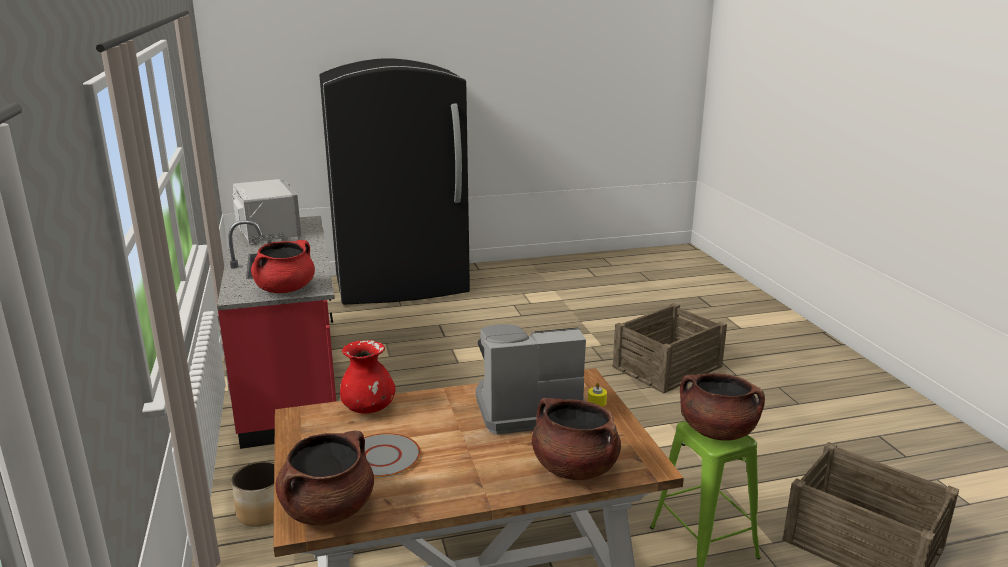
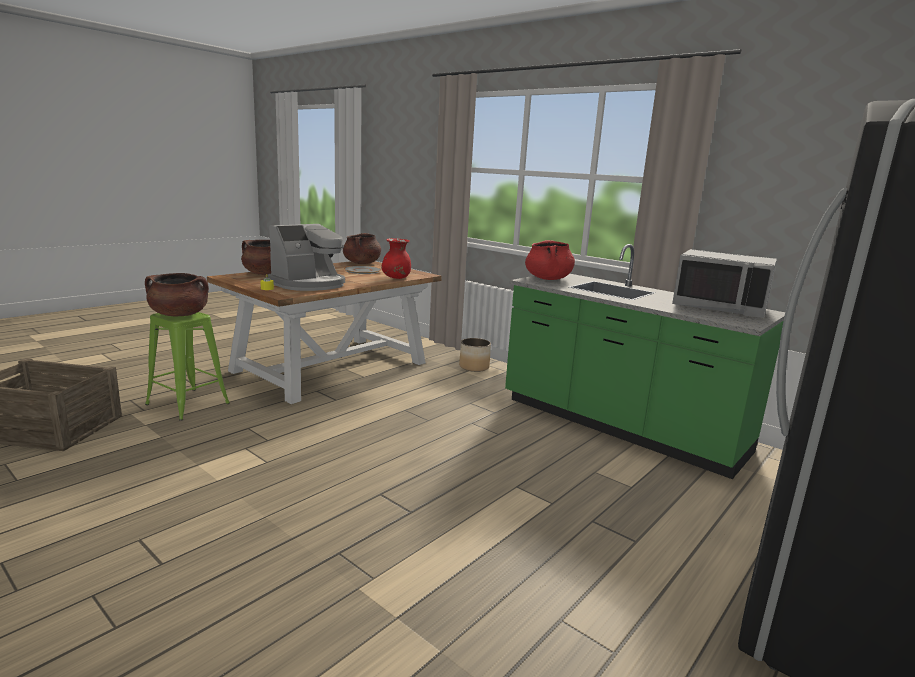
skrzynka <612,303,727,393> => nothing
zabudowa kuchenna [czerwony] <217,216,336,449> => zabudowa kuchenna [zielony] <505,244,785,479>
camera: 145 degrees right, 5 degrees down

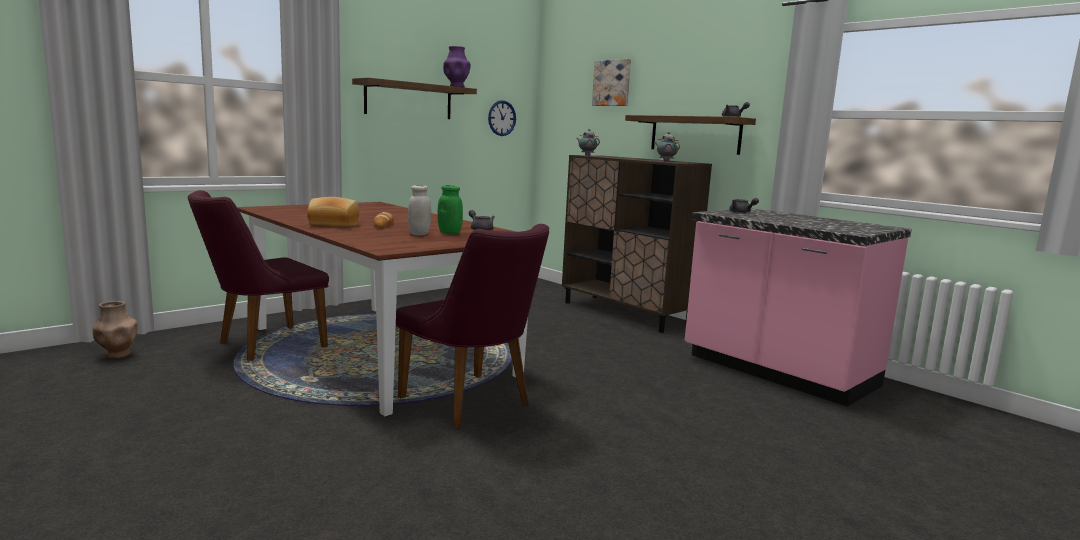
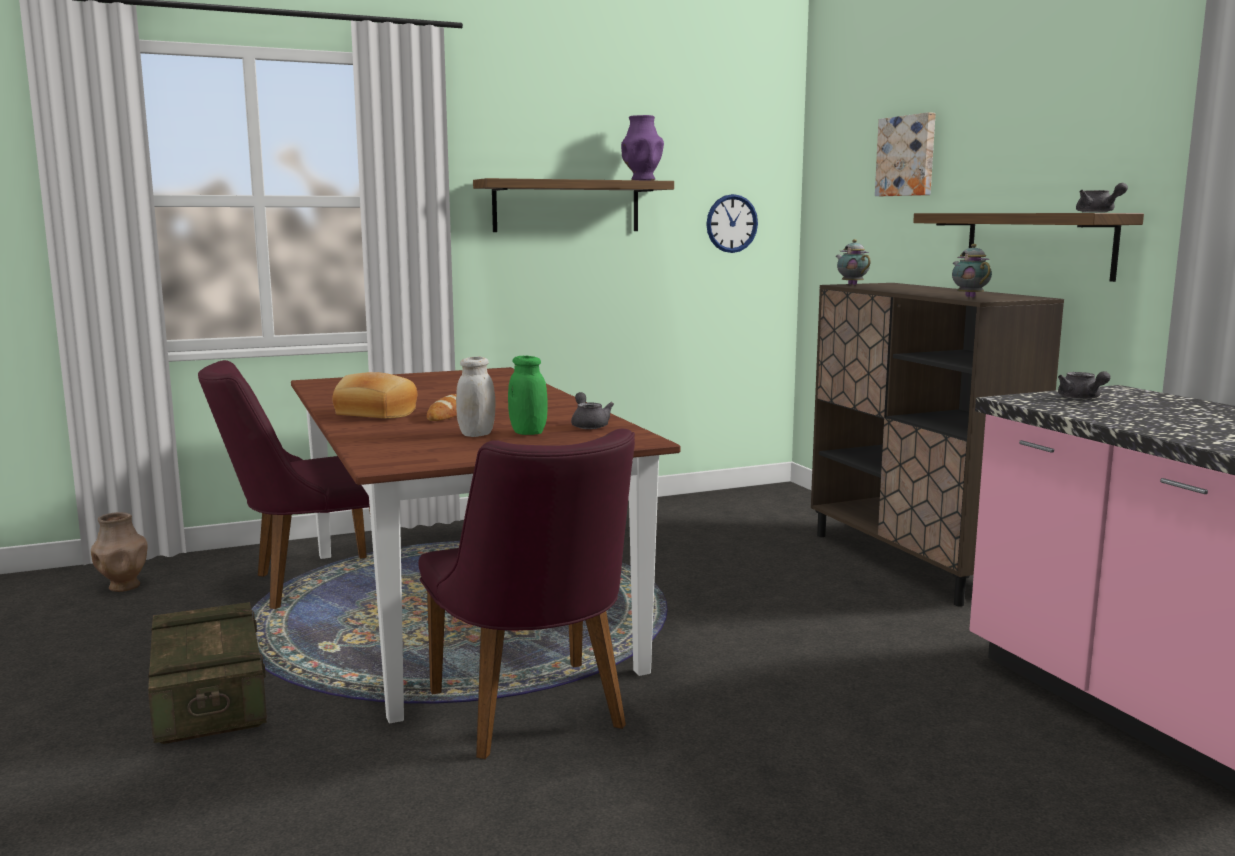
nothing => skrzynka <148,602,267,744>
camera: 20 degrees right, 0 degrees up

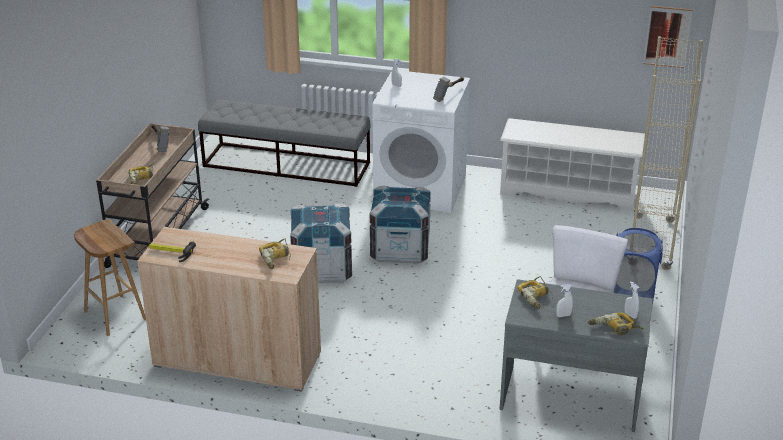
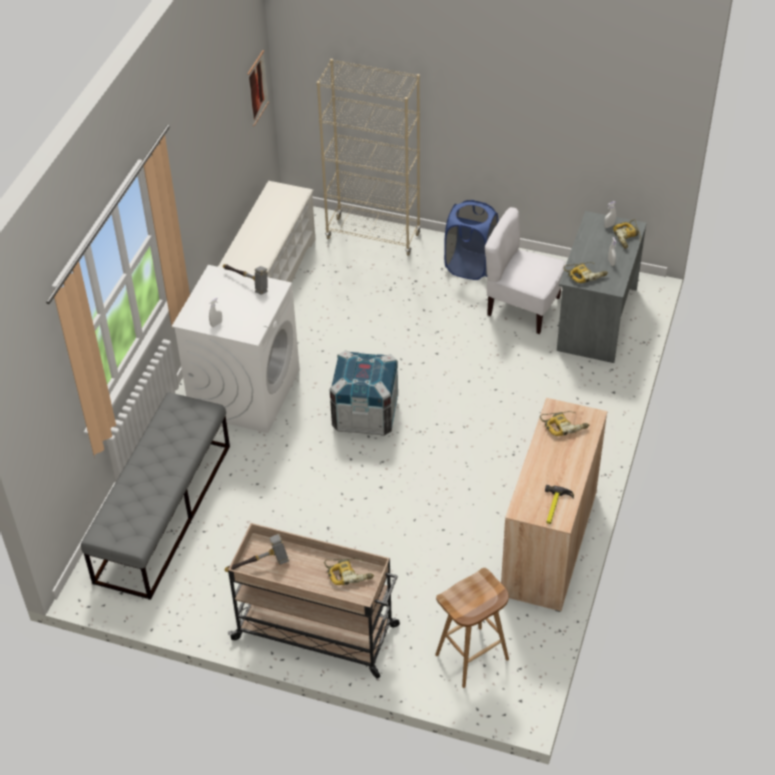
skrzynka <290,204,352,283> => nothing
camera: 85 degrees left, 15 degrees up

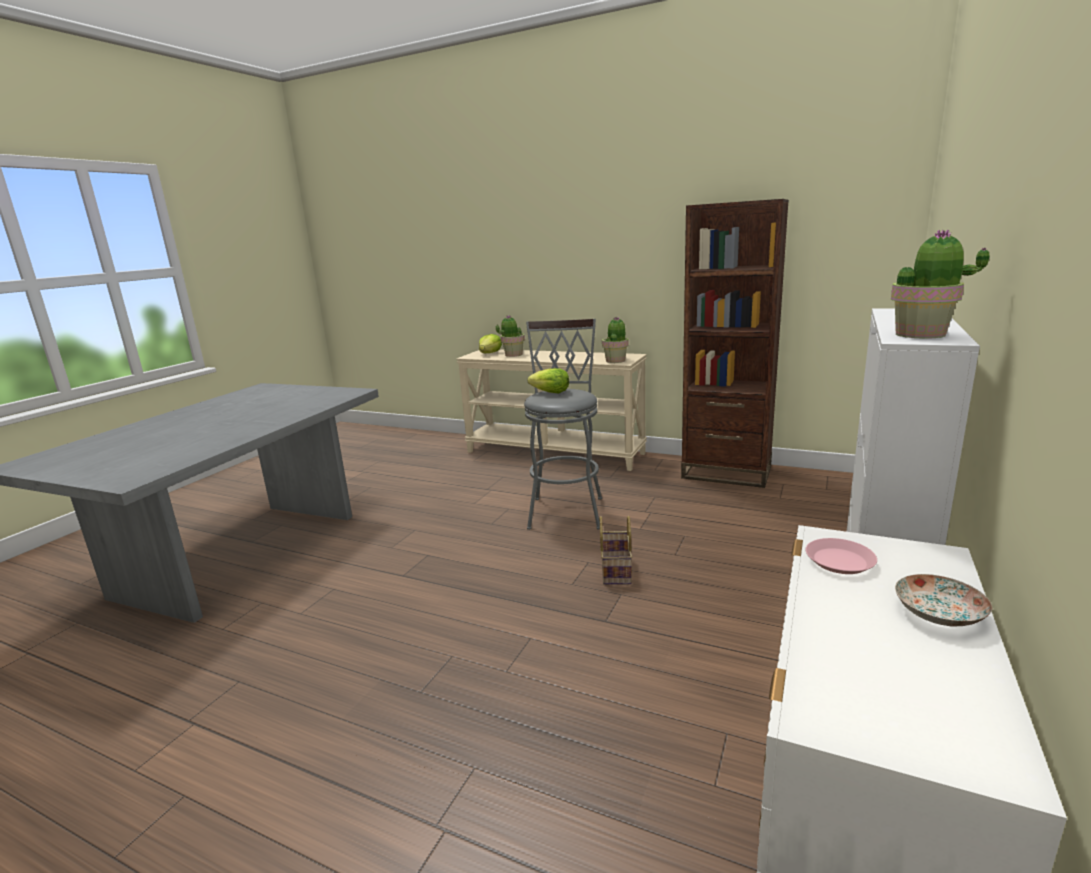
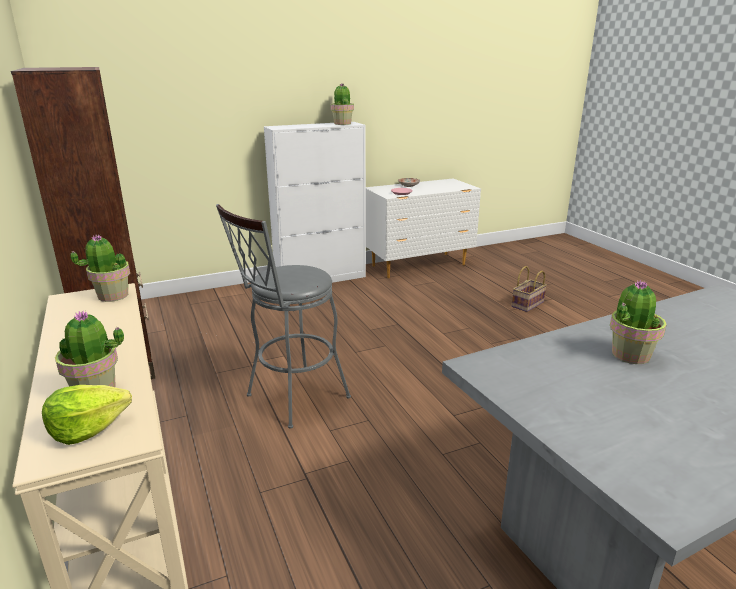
sałata <528,368,569,394> => nothing
nothing => roślina doniczkowa <610,280,667,364>
koszyk <600,516,632,585> => koszyk <512,266,547,312>, move
camera: 140 degrees left, 5 degrees up

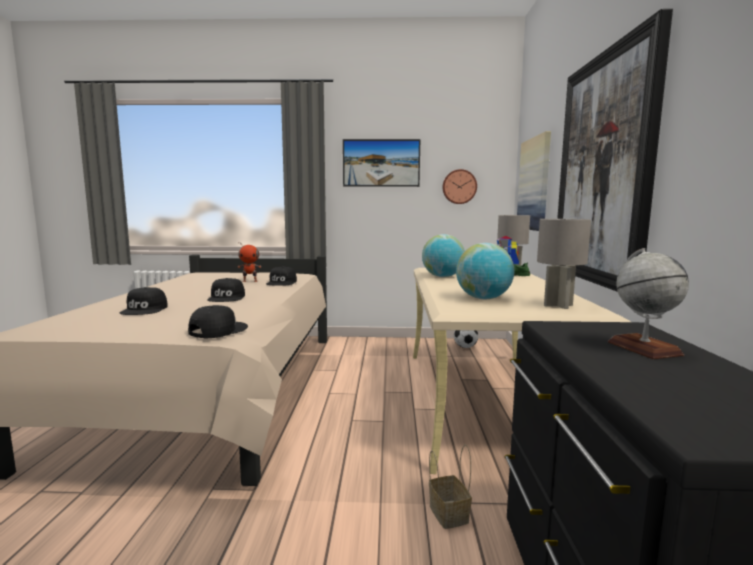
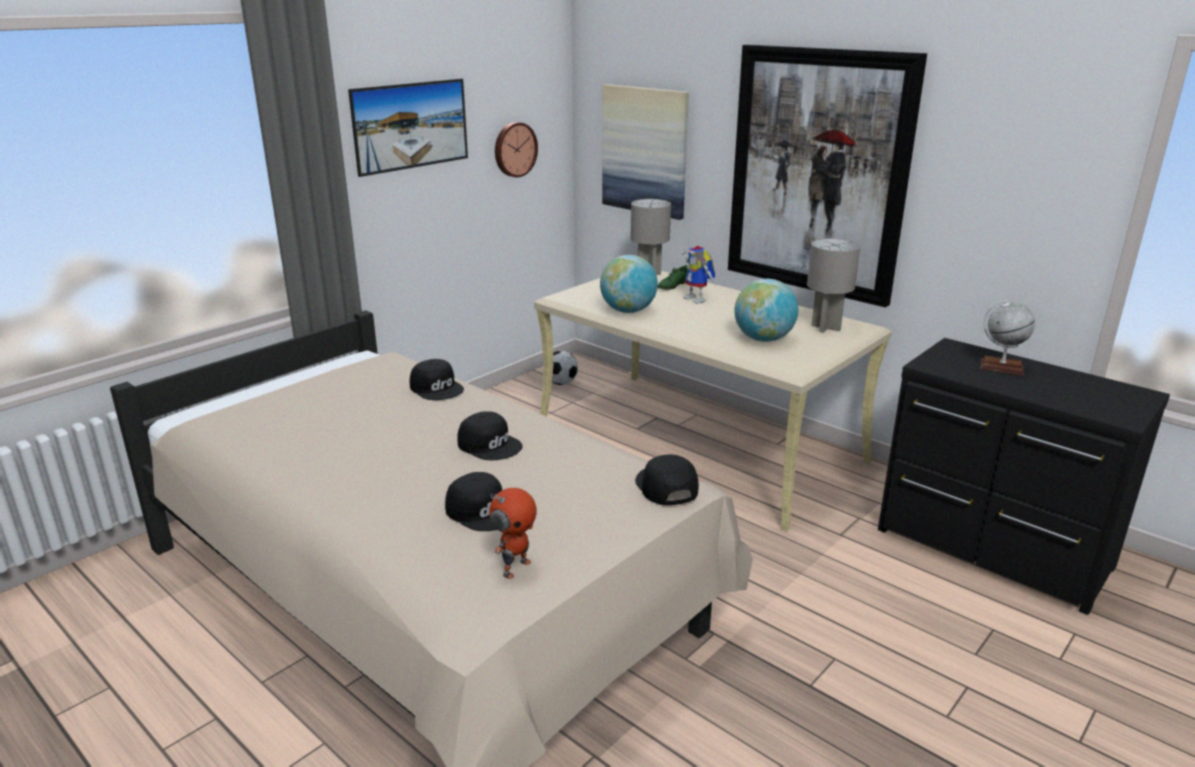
koszyk <429,445,472,529> => nothing
robot zabawkowy <238,242,261,282> => robot zabawkowy <489,488,537,579>, move
camera: 50 degrees left, 15 degrees up

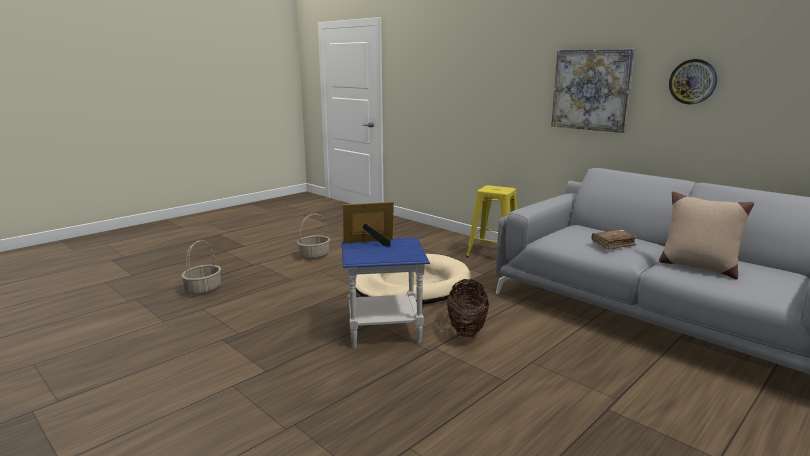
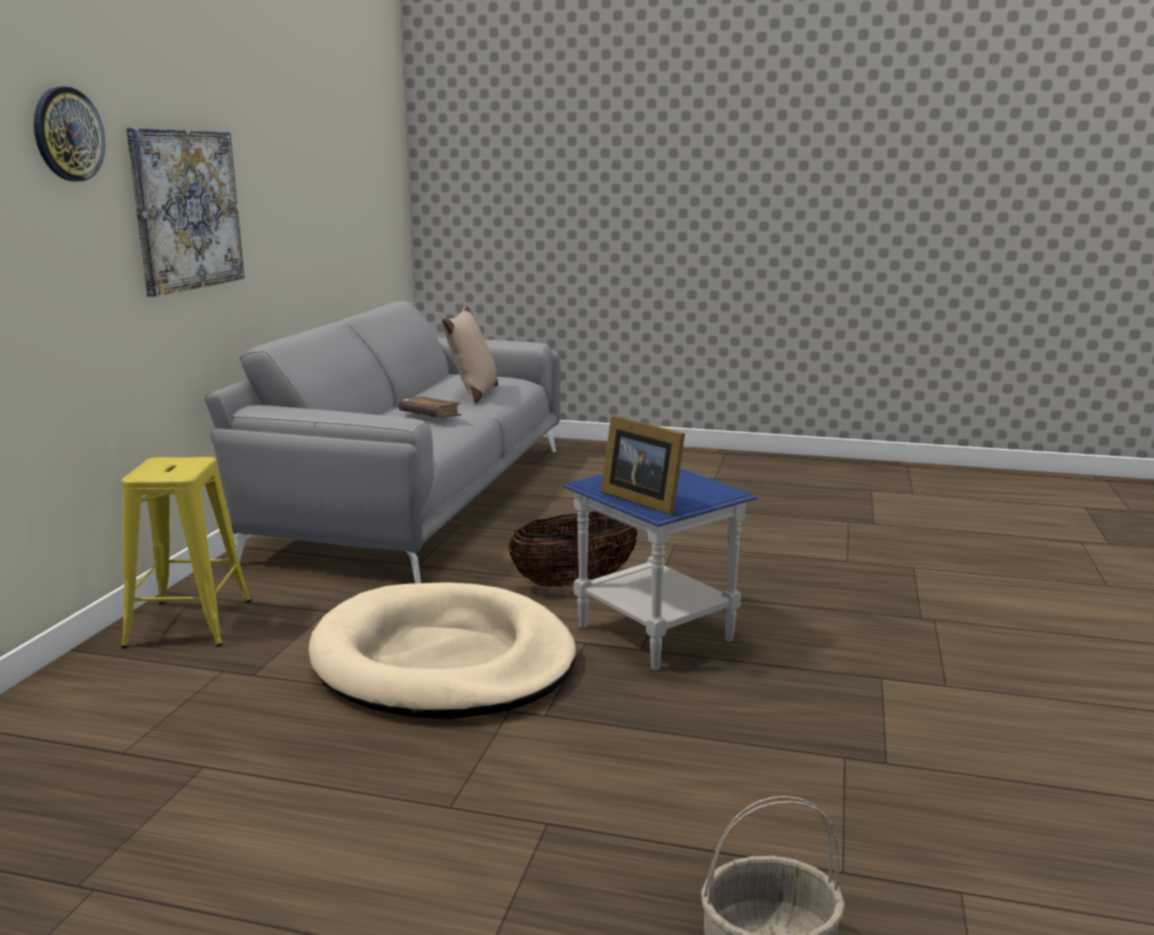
koszyk <297,213,330,260> => nothing
zegar ścienny <669,59,717,104> => zegar ścienny <34,87,105,181>, move
camera: 120 degrees left, 0 degrees up

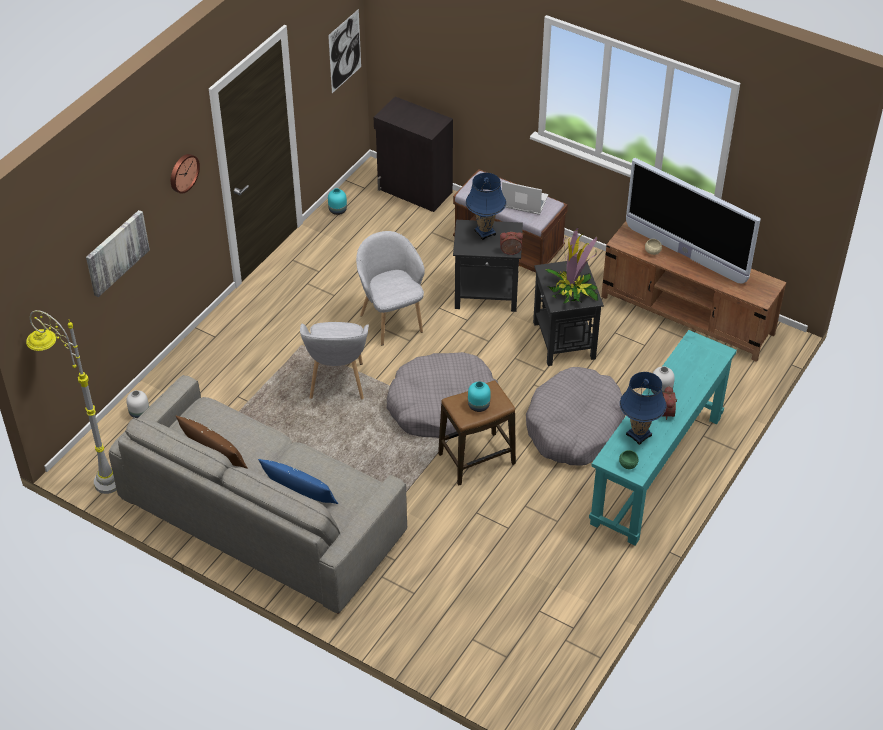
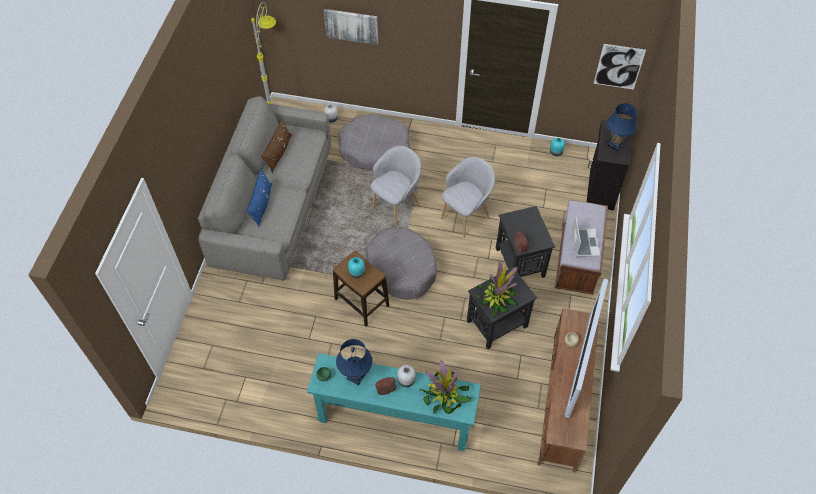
zegar ścienny <171,154,200,194> => nothing
nothing => roślina doniczkowa <420,360,472,414>
lampa stołowa [niebieski] <466,173,506,240> => lampa stołowa [niebieski] <607,103,637,151>, move
legowisko [szary] <526,367,625,466> => legowisko [szary] <338,114,410,170>, move
fotel [szary] <300,322,369,399> => fotel [szary] <371,146,421,225>, 150 degrees clockwise
camera: 70 degrees right, 10 degrees up

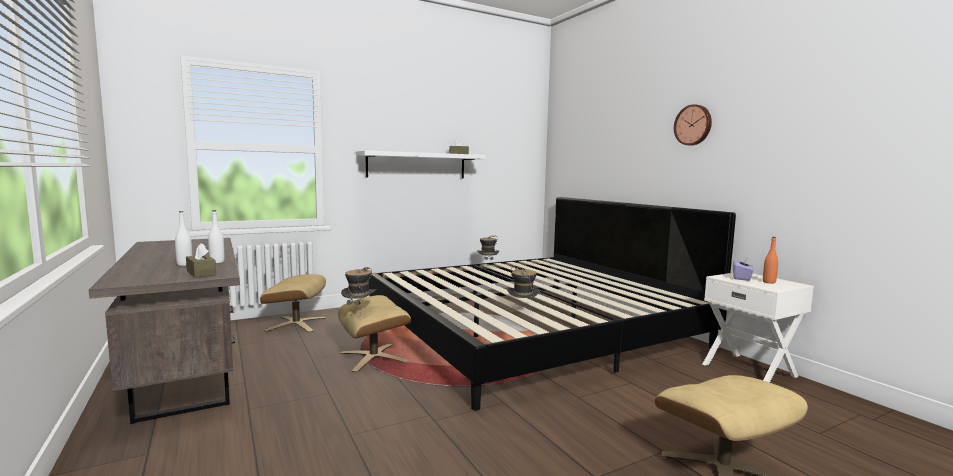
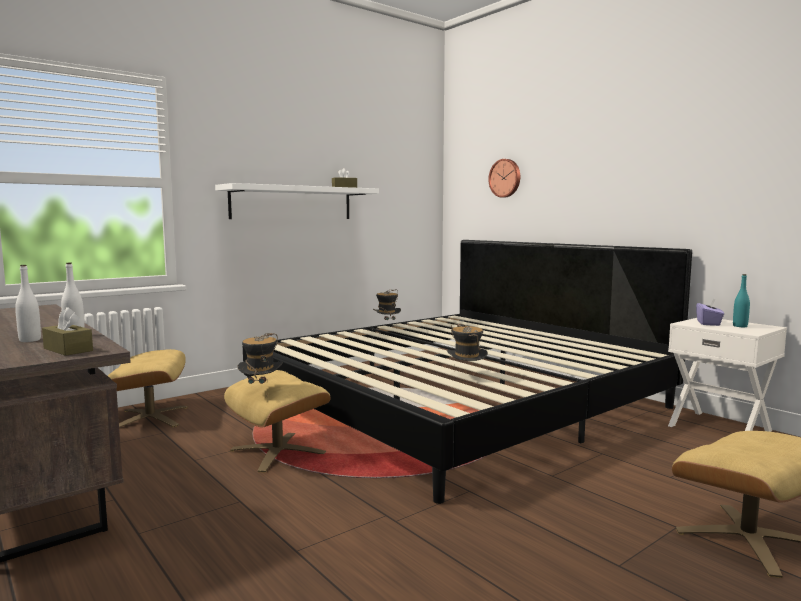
zegar ścienny <674,104,712,145> => zegar ścienny <488,159,520,198>, move
butelka [pomarańczowy] <763,237,778,284> => butelka [turkusowy] <733,274,750,327>
camera: 10 degrees left, 0 degrees up

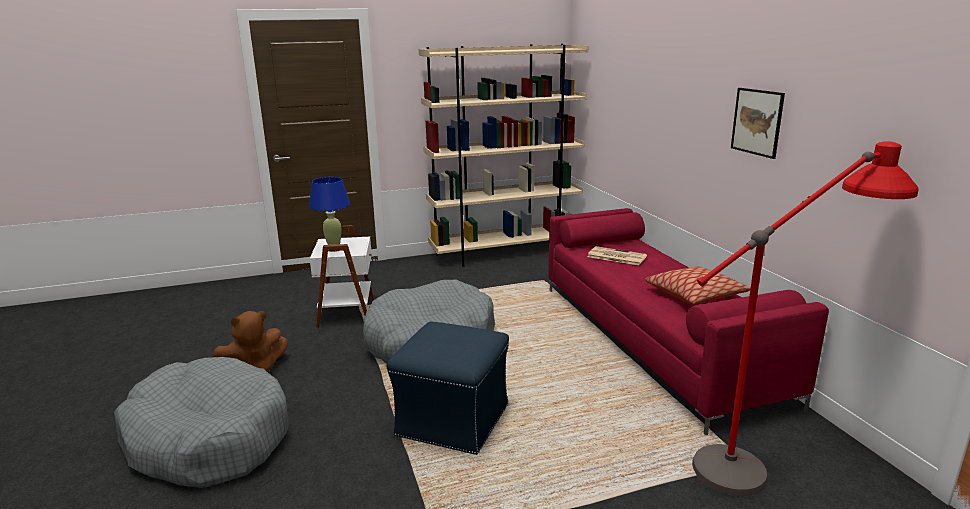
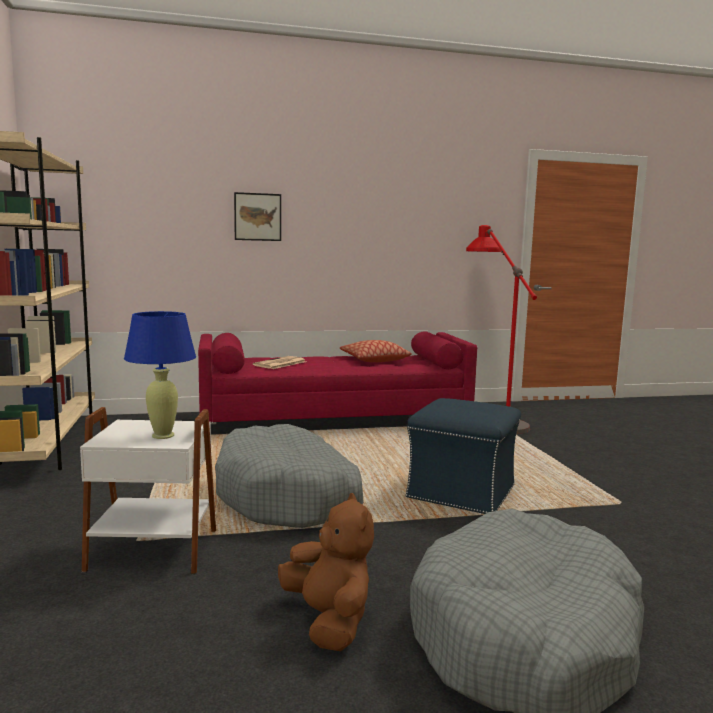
obraz <731,88,785,159> => obraz <234,192,281,241>, move
camera: 85 degrees left, 10 degrees down

